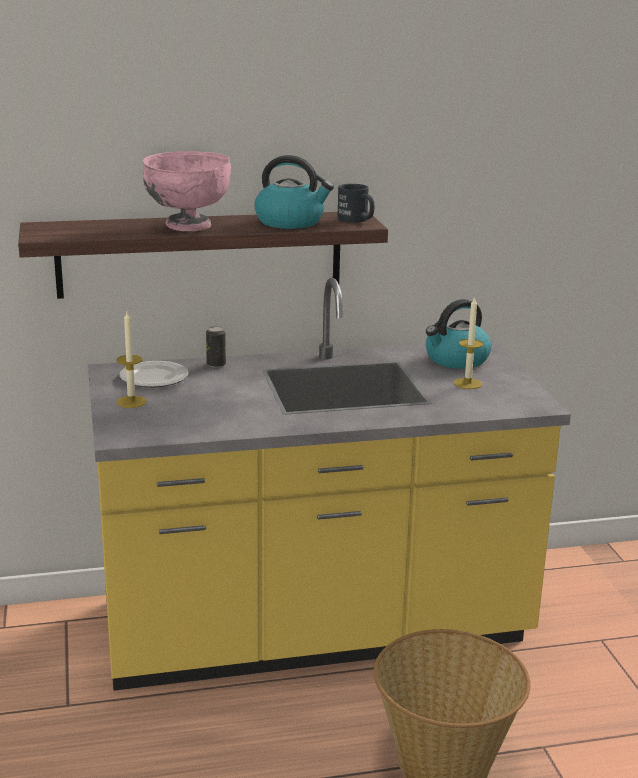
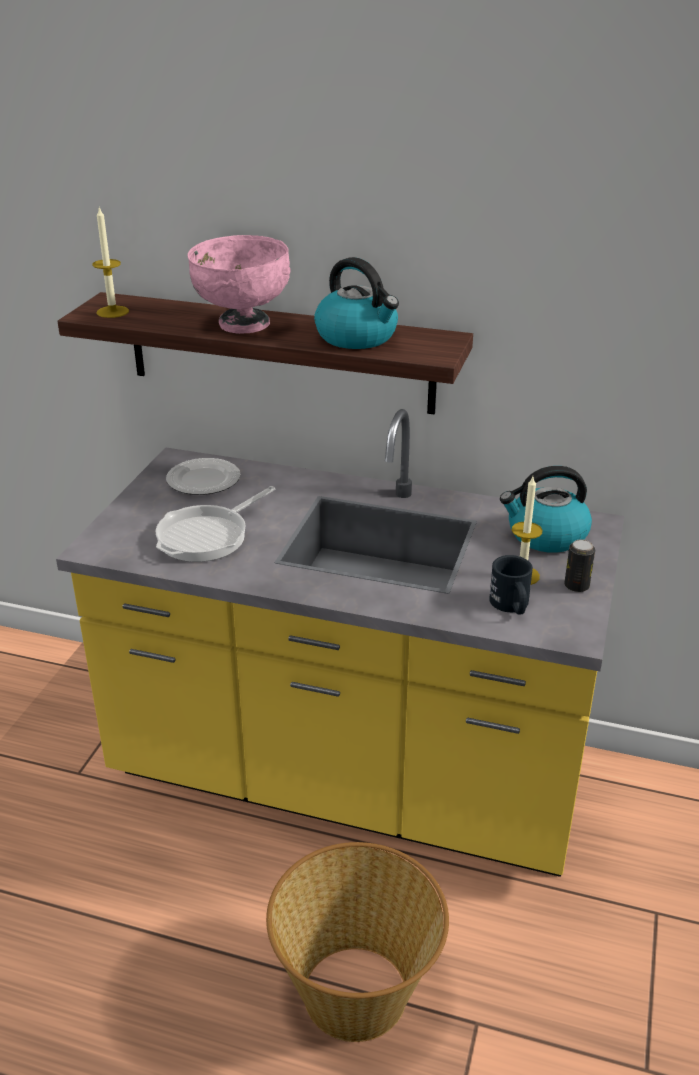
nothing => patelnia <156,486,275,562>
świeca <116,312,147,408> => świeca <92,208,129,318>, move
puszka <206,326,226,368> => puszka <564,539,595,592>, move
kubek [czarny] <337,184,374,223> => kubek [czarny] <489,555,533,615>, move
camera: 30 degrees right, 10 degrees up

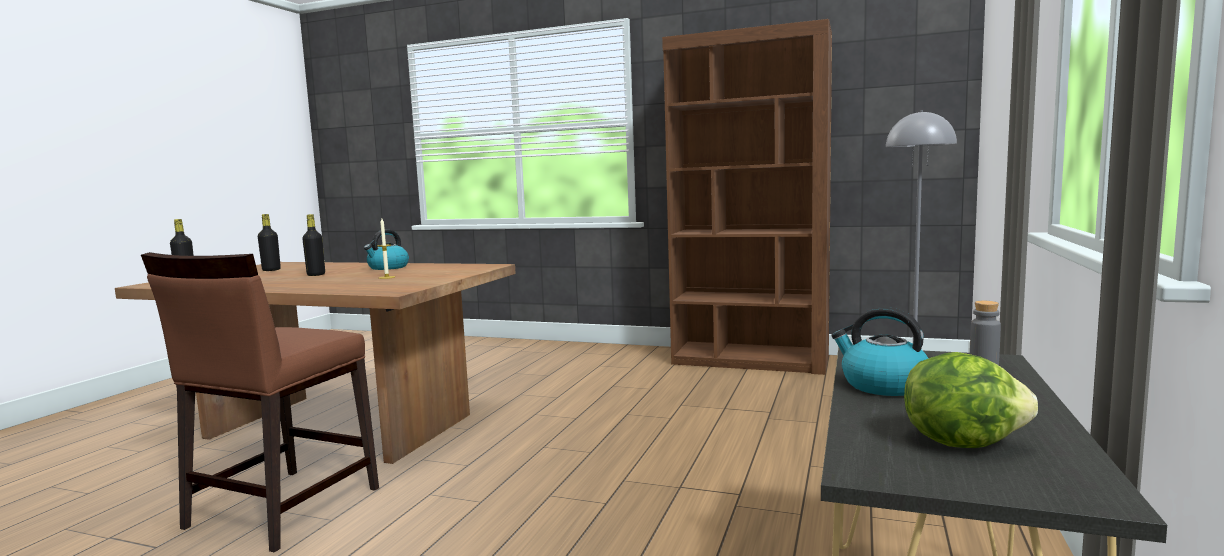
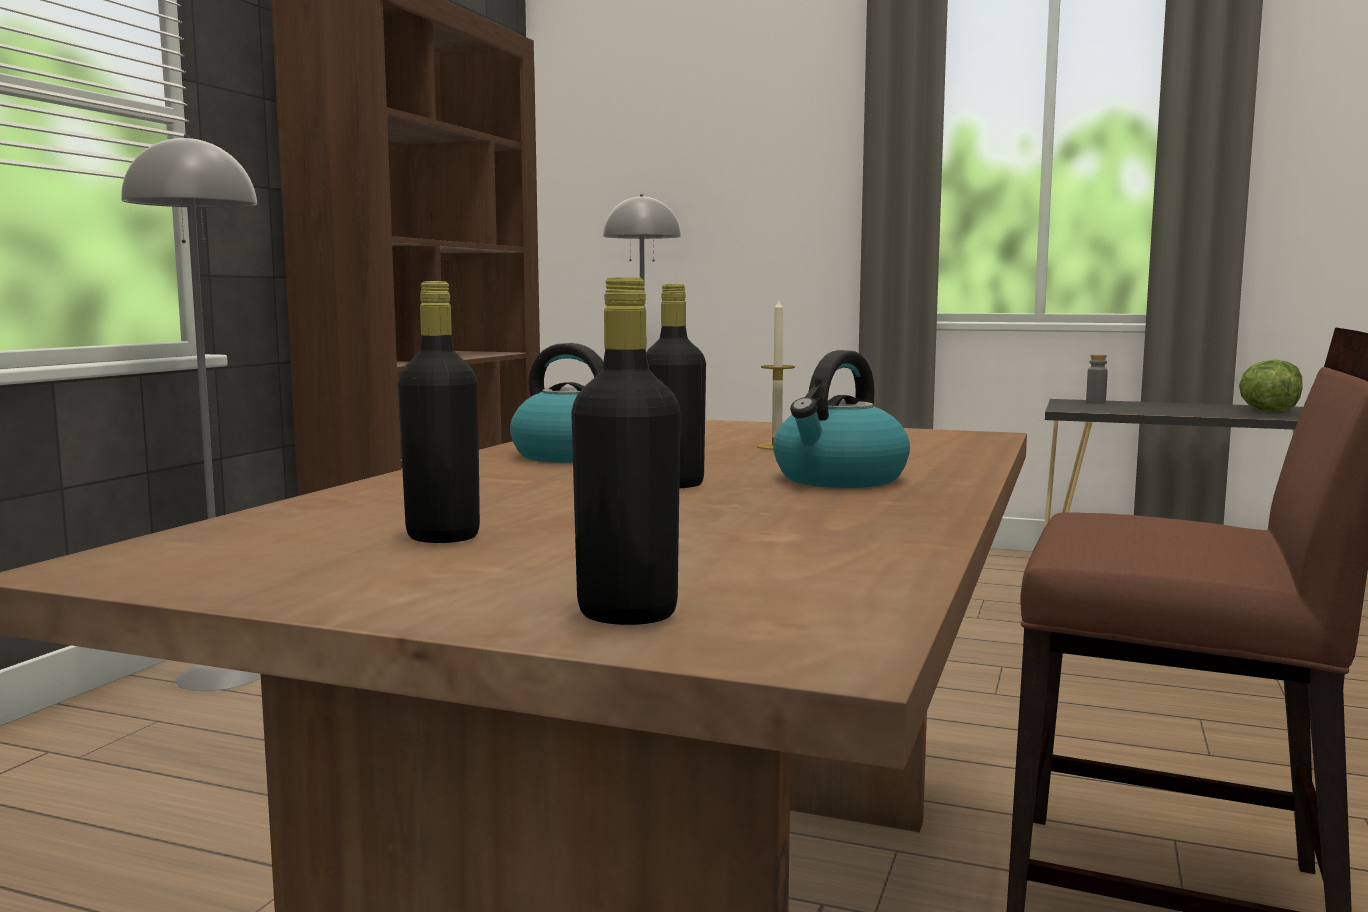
nothing => lampa stojąca [szary] <121,135,261,691>
czajnik <832,307,929,396> => czajnik <773,350,910,488>, move
camera: 90 degrees left, 0 degrees up

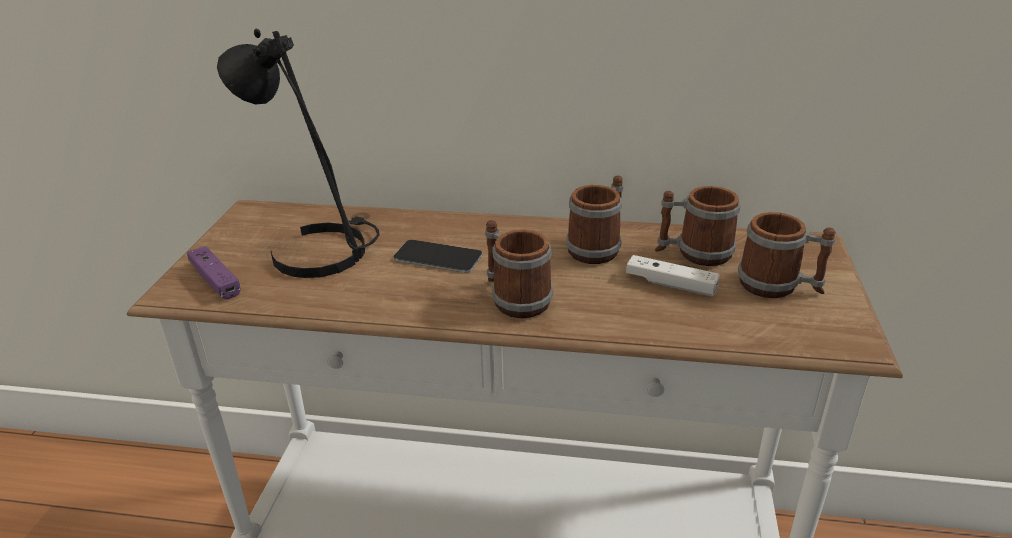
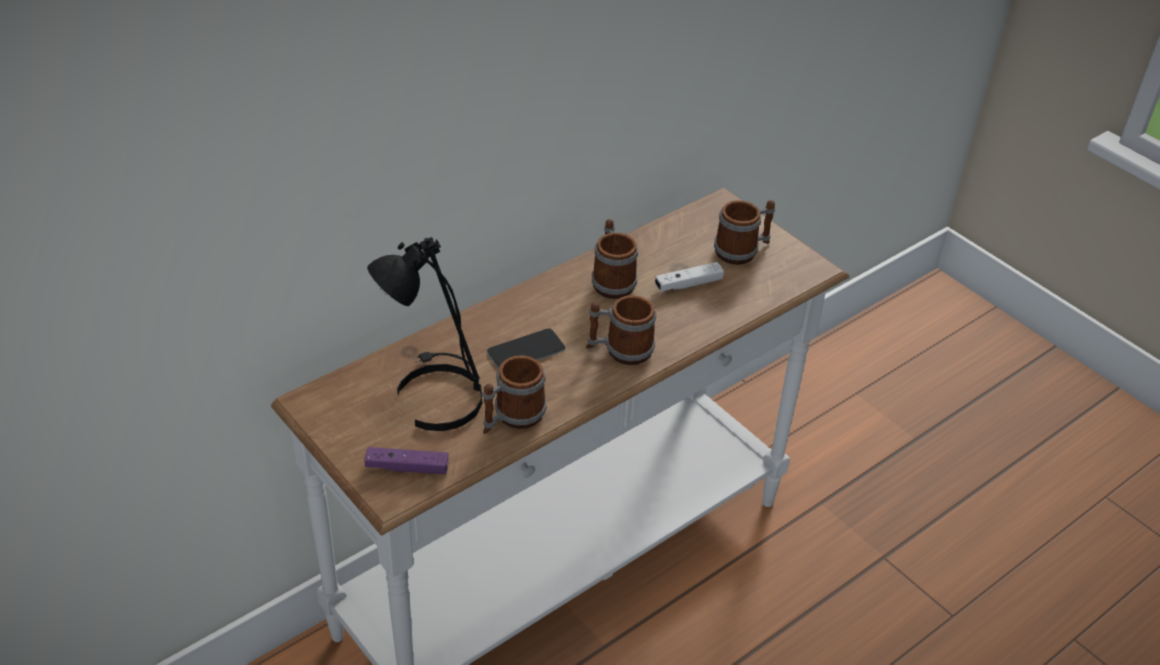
kubek <655,186,740,266> => kubek <483,355,547,434>, move
camera: 50 degrees left, 10 degrees up

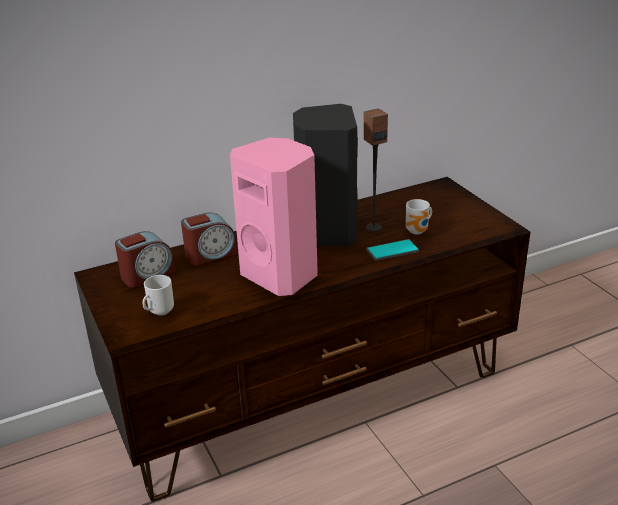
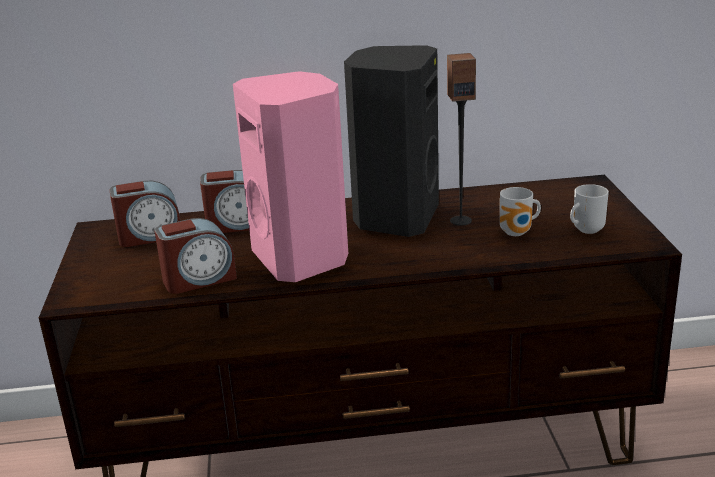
telefon <366,239,419,261> => nothing
nothing => budzik <154,218,237,294>
kubek <143,275,174,316> => kubek <570,184,609,234>, move
camera: 20 degrees right, 5 degrees down

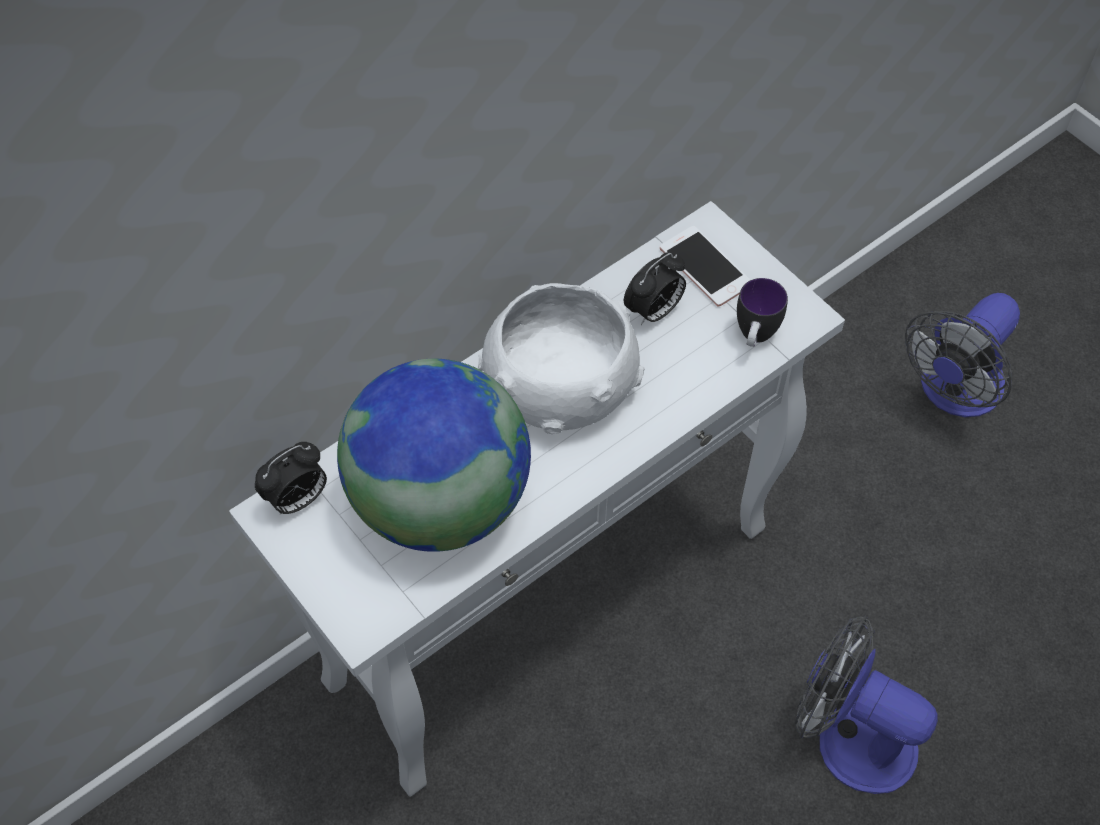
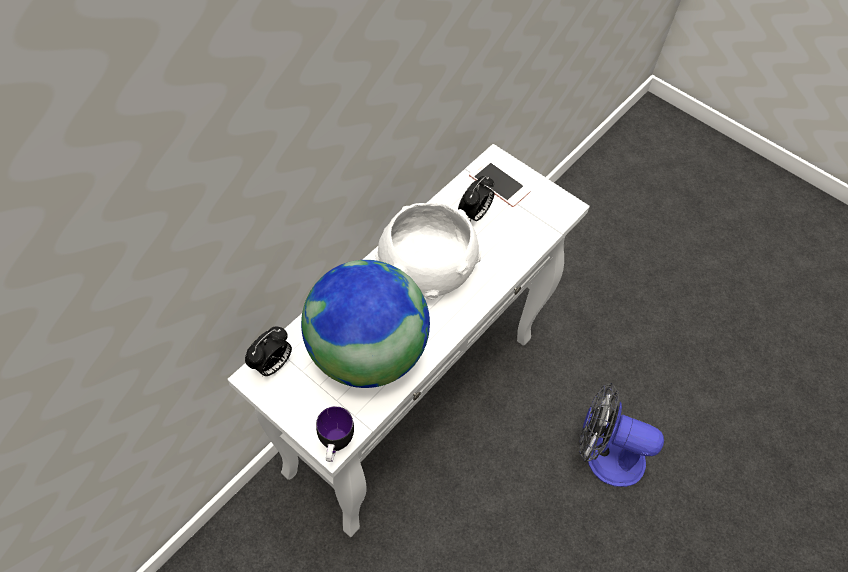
wentylator <905,293,1020,417> => nothing
kubek <737,278,788,347> => kubek <316,406,354,462>, move
camera: 15 degrees left, 0 degrees up

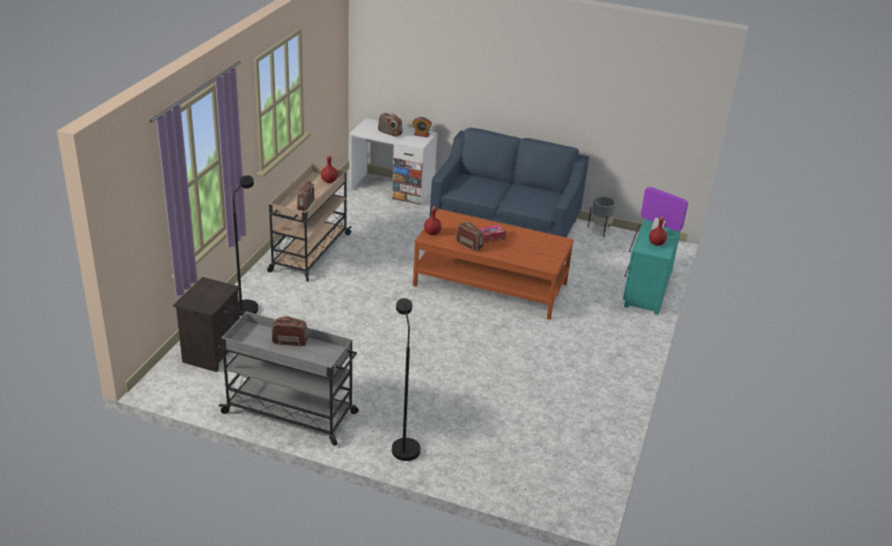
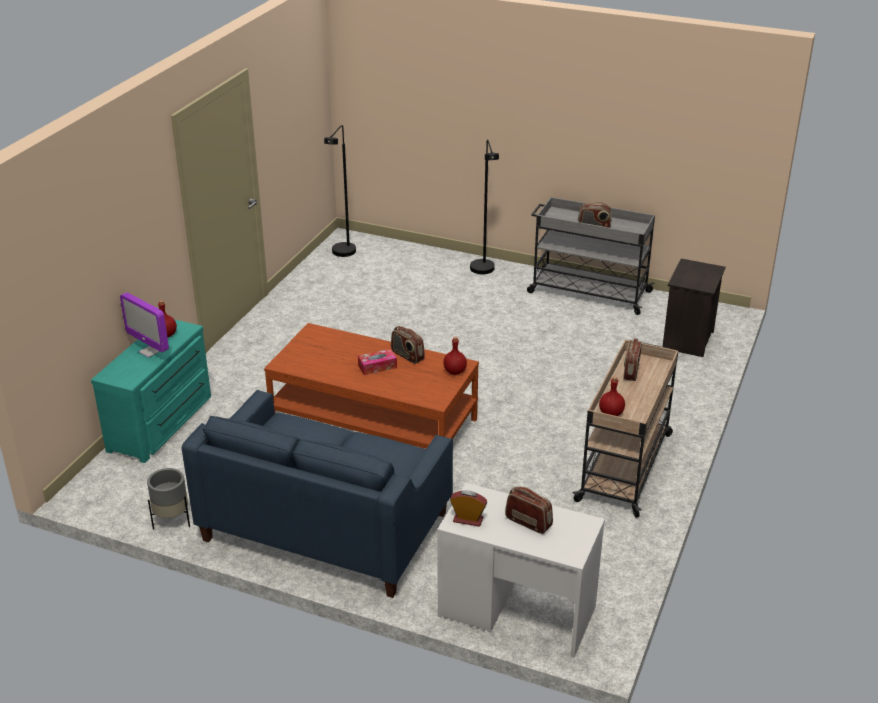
lampa stojąca [czarny] <233,175,258,316> => lampa stojąca [czarny] <324,125,356,257>, move
camera: 175 degrees left, 0 degrees up

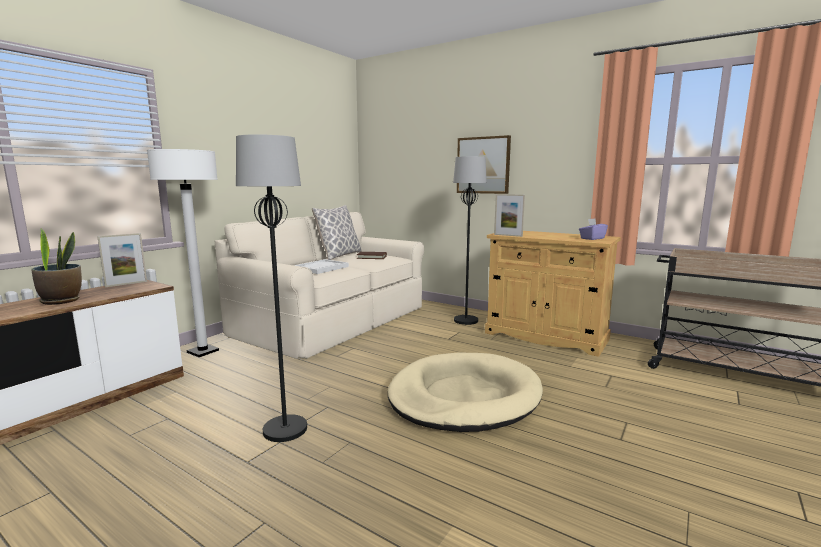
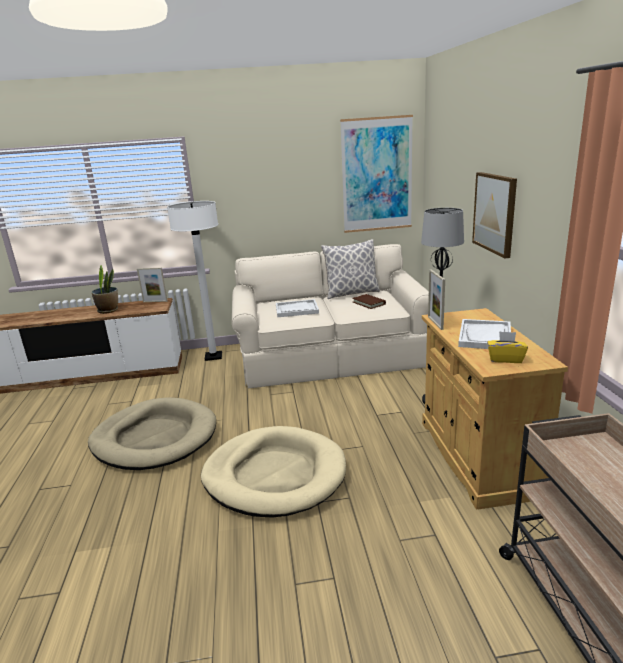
nothing => obraz <340,115,413,233>
nothing => taca [biały] <458,319,511,349>
lampa stojąca [czarny] <236,134,307,442> => legowisko [beżowy] <88,397,216,470>
pudełko chusteczek [fioletowy] <579,218,608,240> => pudełko chusteczek [żółty] <487,331,528,363>
camera: 50 degrees right, 10 degrees up

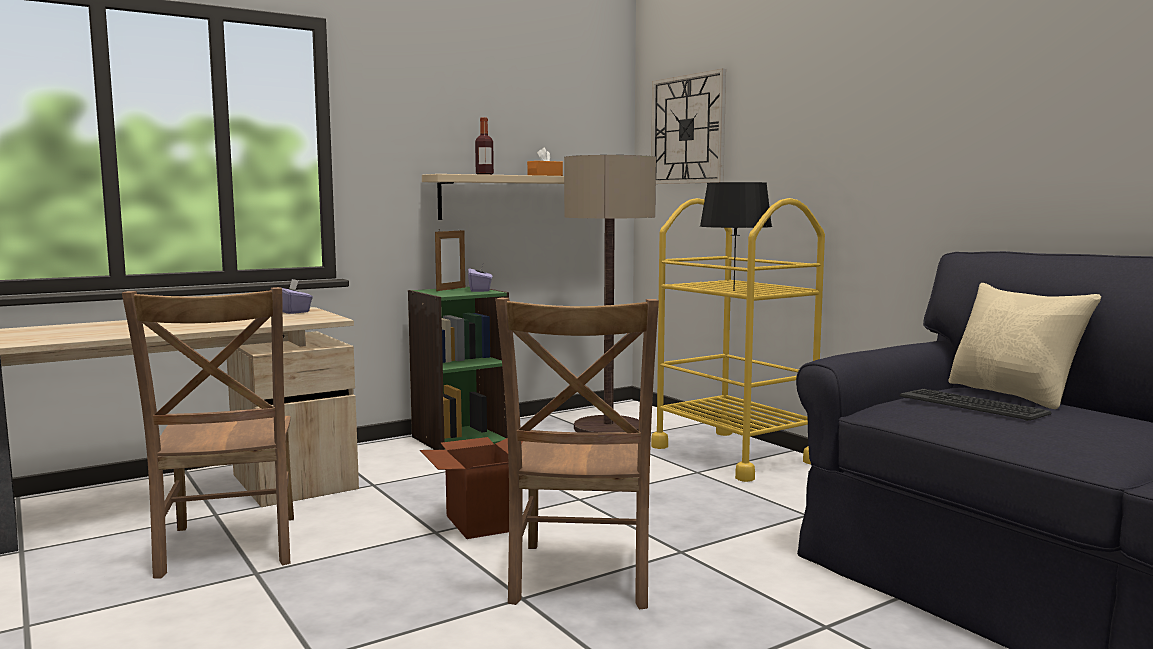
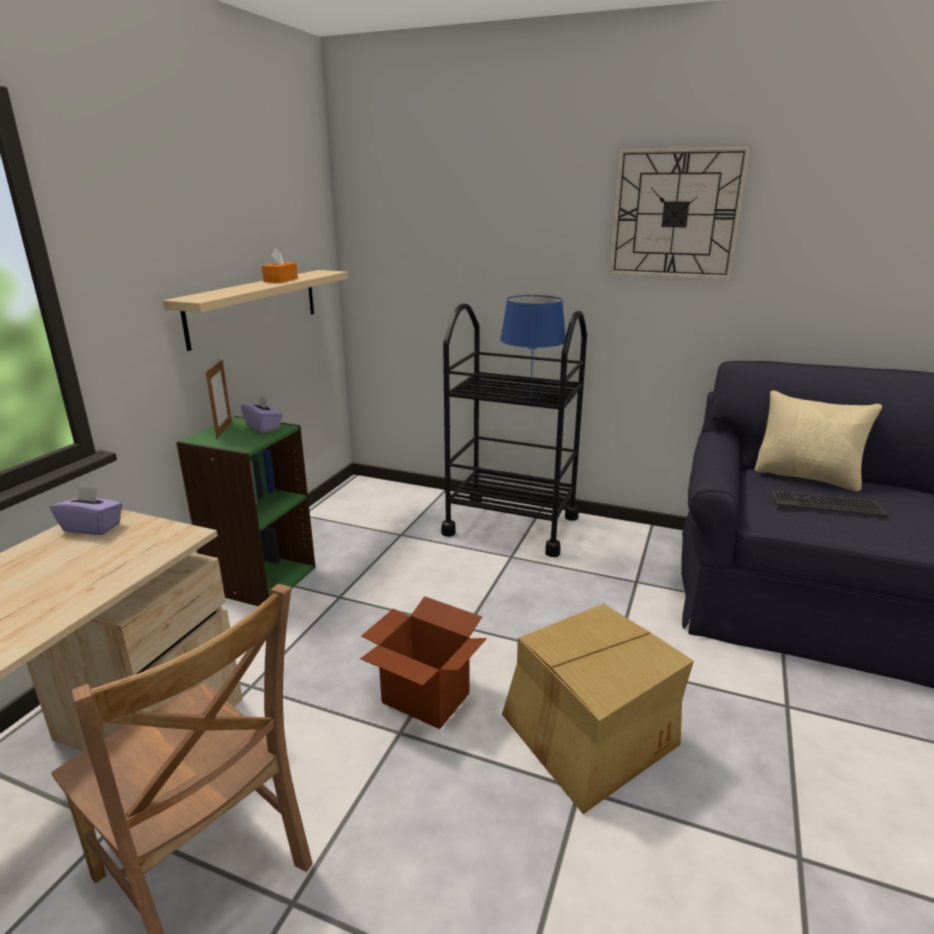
butelka <475,117,494,175> => nothing
lampa stojąca <564,155,656,433> => nothing
zegar ścienny <651,69,726,184> => zegar ścienny <609,145,751,280>, move
krzesło [brązowy] <495,298,659,609> => karton <502,603,694,814>
wózek [żółty] <651,198,825,482> => wózek [czarny] <441,303,587,557>
lampa stołowa [czarny] <700,182,772,290> => lampa stołowa [niebieski] <500,295,566,398>
camera: 35 degrees left, 15 degrees up

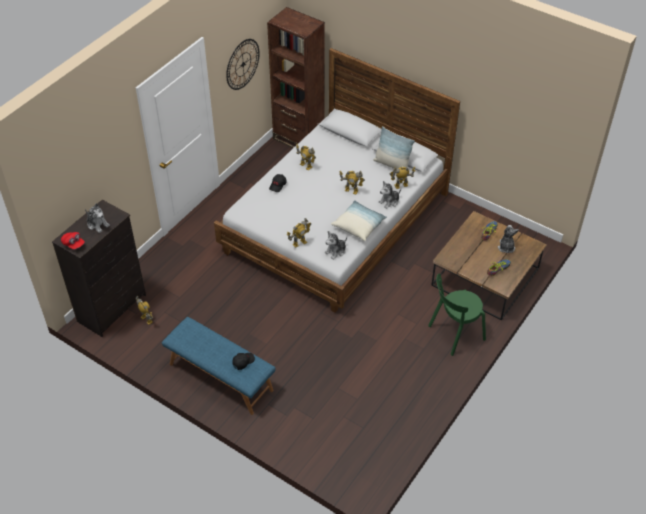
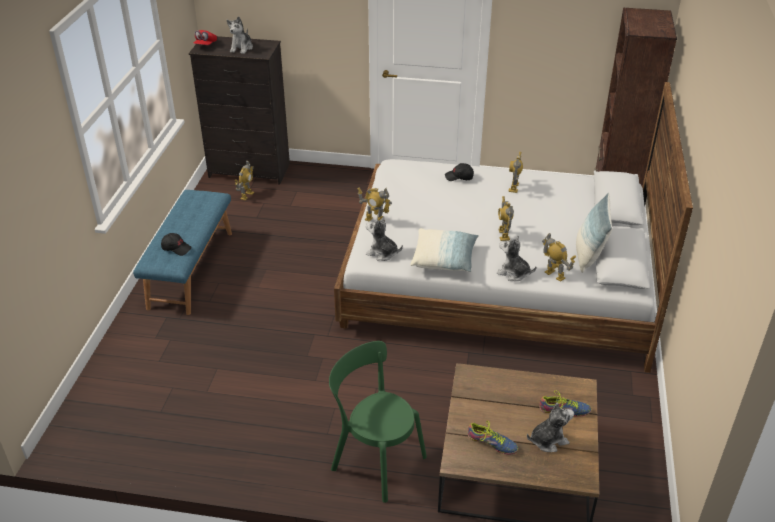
zegar ścienny <226,39,260,90> => nothing
camera: 65 degrees right, 10 degrees down

